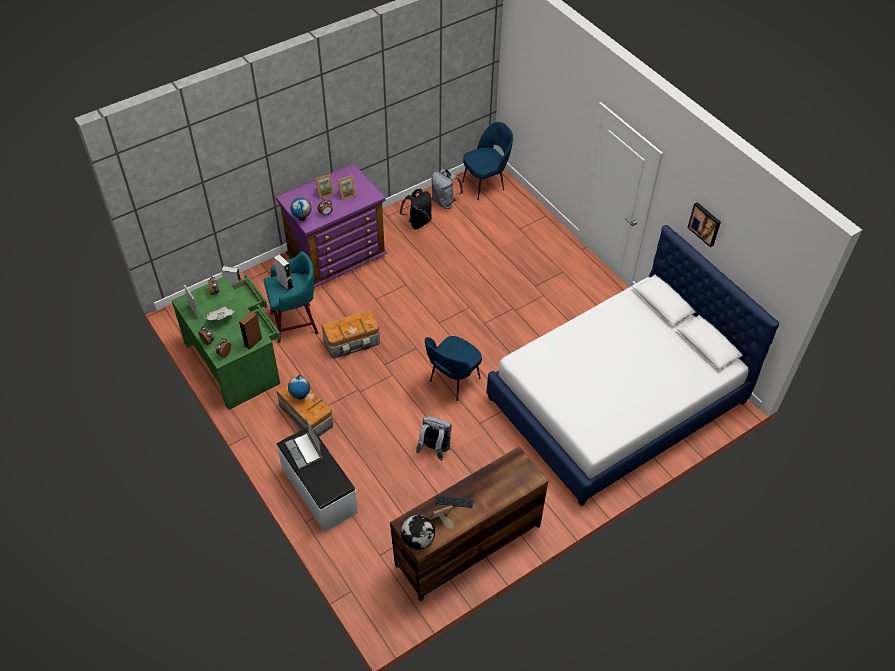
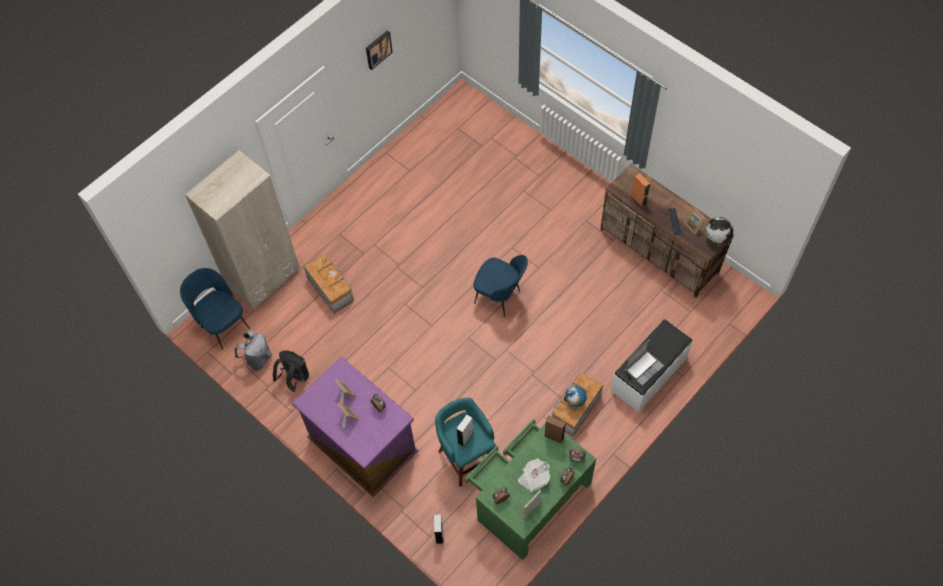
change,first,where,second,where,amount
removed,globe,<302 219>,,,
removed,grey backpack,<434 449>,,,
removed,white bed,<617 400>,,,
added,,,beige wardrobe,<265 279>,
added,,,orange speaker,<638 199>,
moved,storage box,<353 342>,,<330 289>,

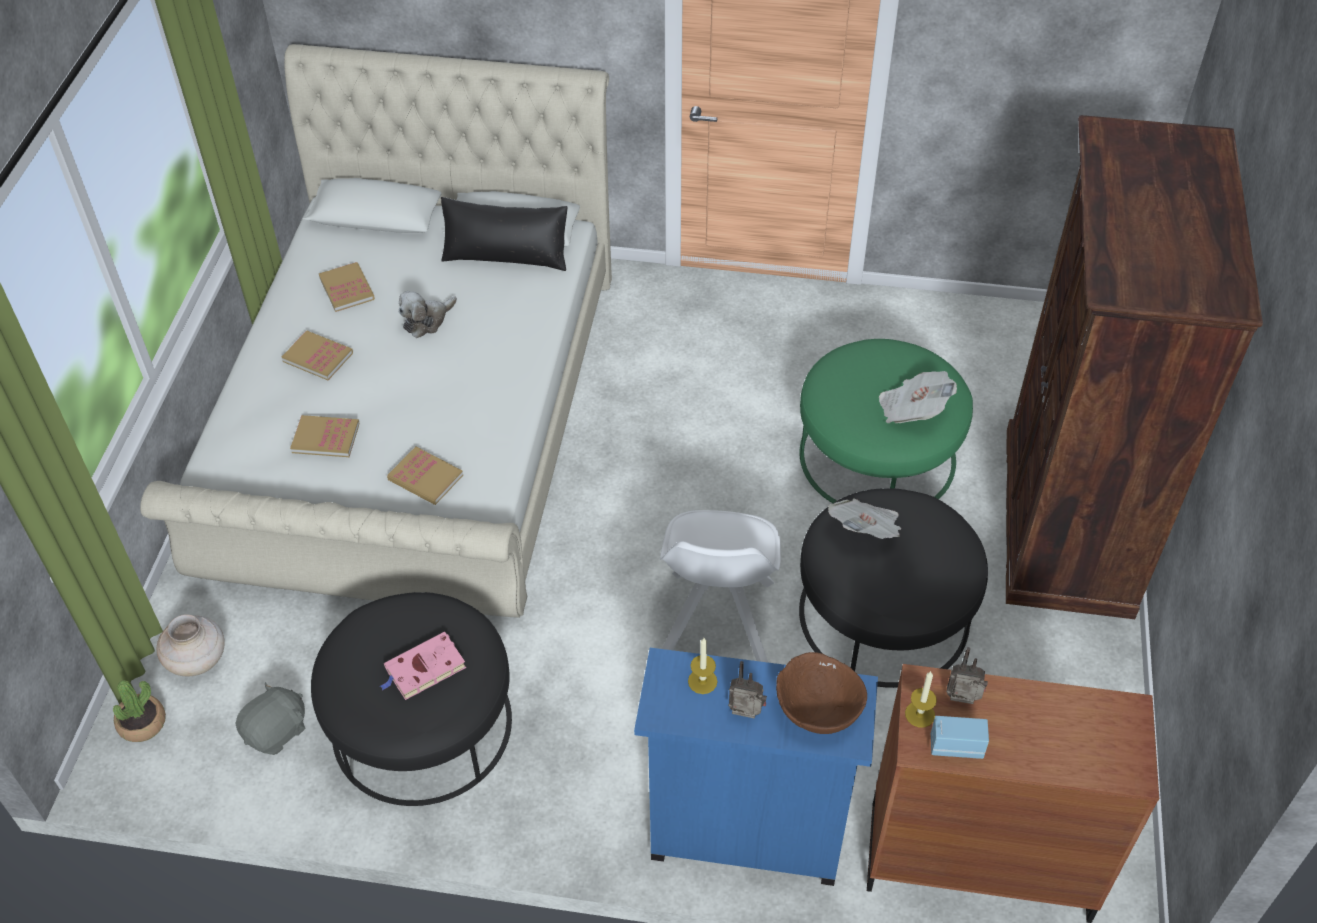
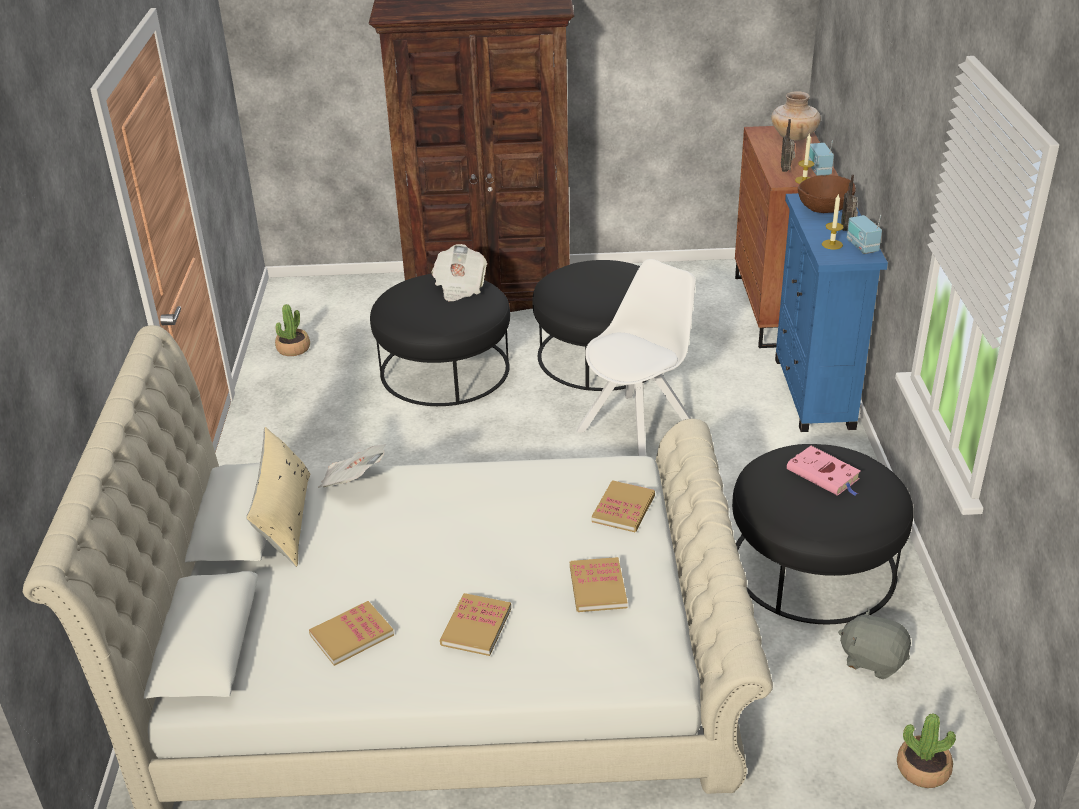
change,first,where,second,where,amount
removed,plush toy,<427 321>,,,
added,,,potted plant,<293 348>,
added,,,radio,<861 246>,
moved,beige vase,<197 660>,,<794 137>,
moved,newspaper,<866 530>,,<353 481>,
recoloured,black pillow,<506 255>,beige pillow,<285 519>,
recoloured,green ottoman,<877 456>,black ottoman,<445 369>,
turned,white chair,<717 620>,,<637 426>,45 degrees counterclockwise

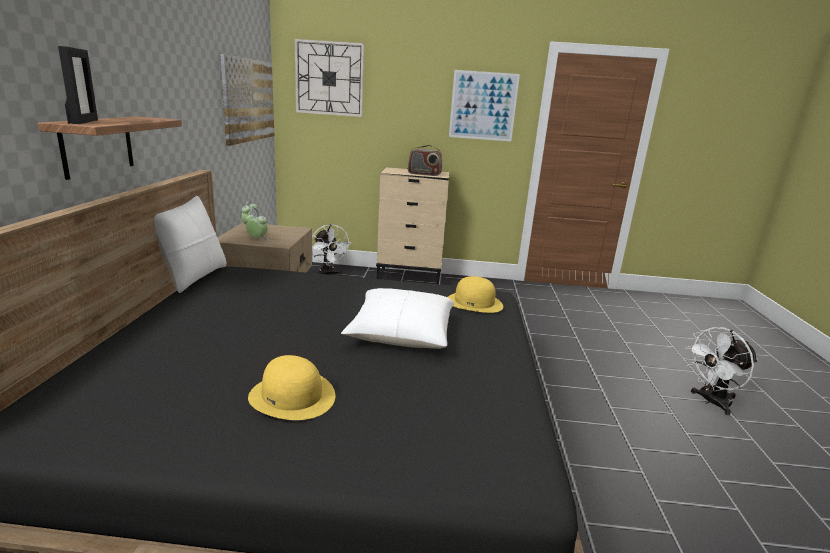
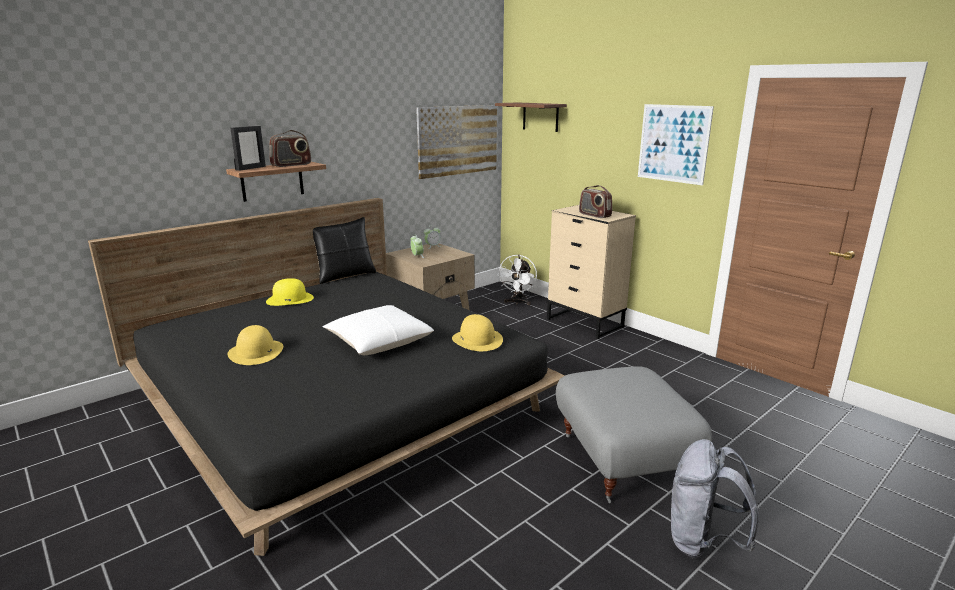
change,first,where,second,where,amount
added,,,yellow hat,<290 299>,
added,,,radio,<291 165>,
added,,,grey ottoman,<624 461>,
replaced,wall clock,<329 78>,brown shelf,<540 117>,
replaced,white fan,<711 402>,grey backpack,<702 542>,
recoloured,white pillow,<193 277>,black pillow,<345 276>,

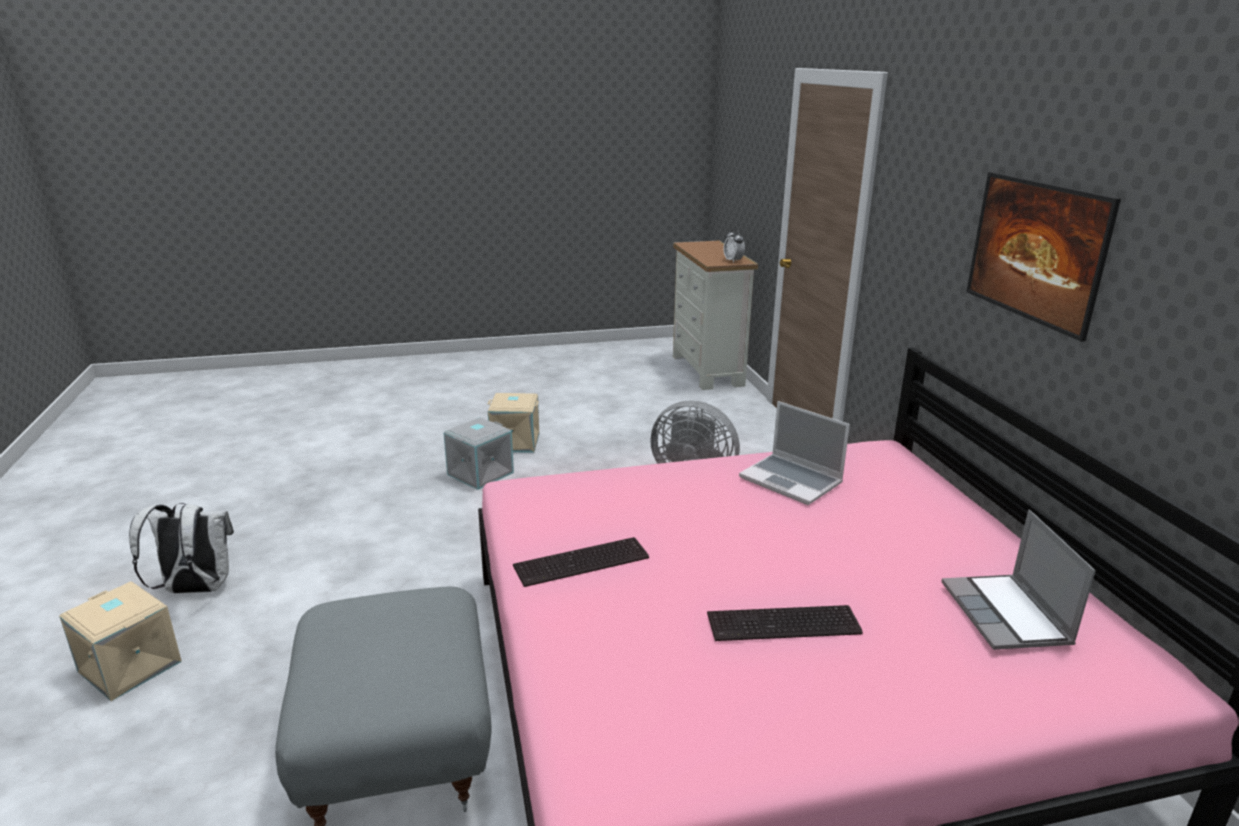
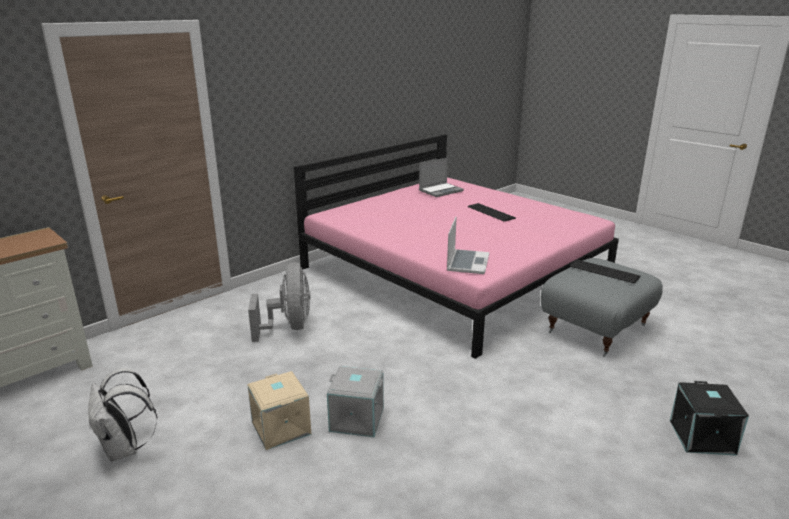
change,first,where,second,where,amount
removed,alarm clock,<733 261>,,,
removed,picture,<1029 283>,,,
moved,white backpack,<195 589>,,<125 449>,
moved,keyboard,<583 562>,,<604 271>,
moved,laptop,<792 481>,,<467 262>,
recoloured,beige storage box,<128 667>,black storage box,<703 437>,

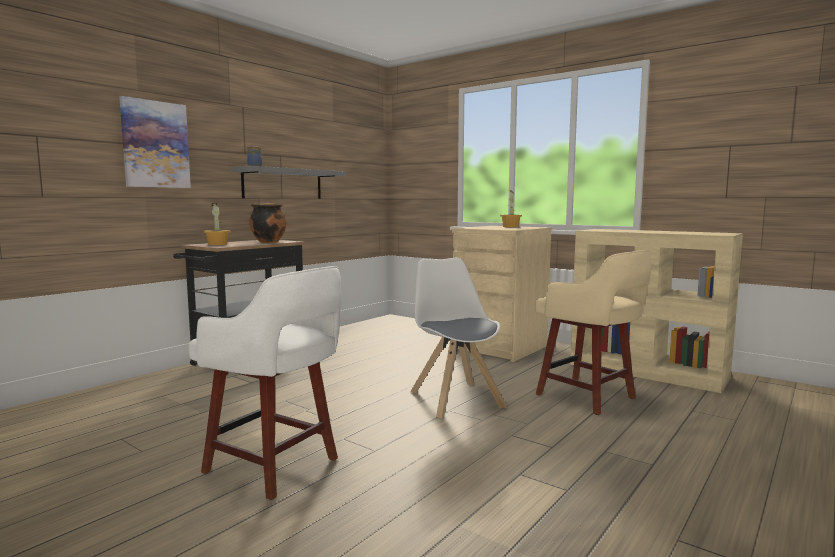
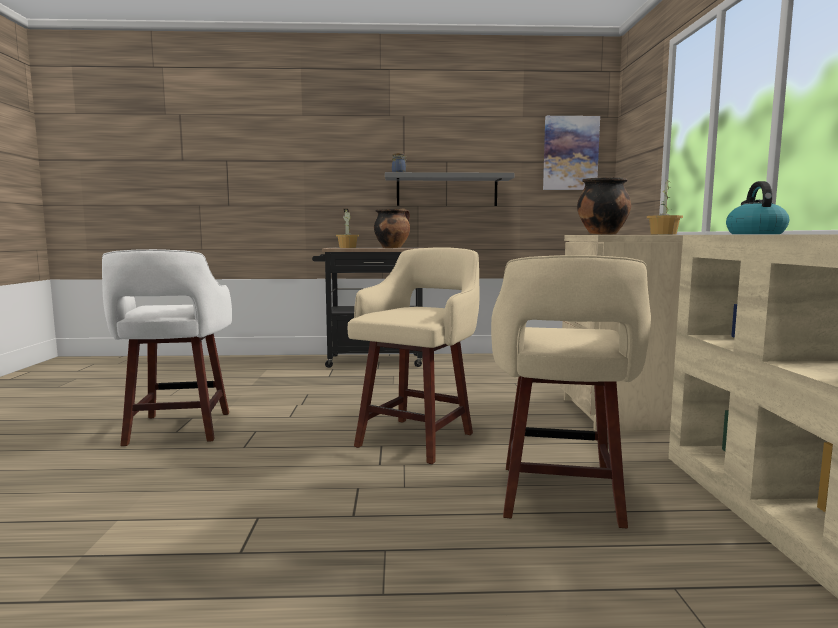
change,first,where,second,where,amount
added,,,cooking pot,<601 234>,
added,,,kettle,<754 234>,
moved,picture,<155 144>,,<570 153>,
replaced,chair,<455 398>,beige stool,<418 438>,

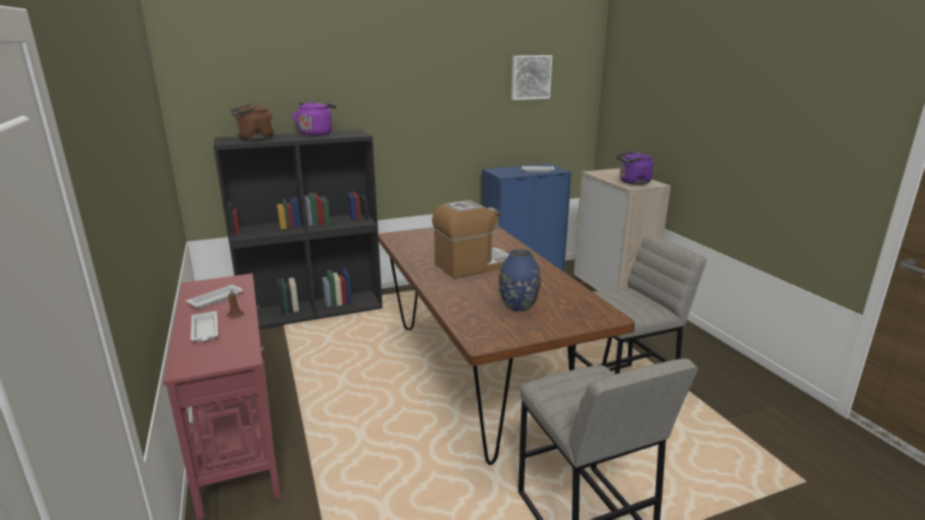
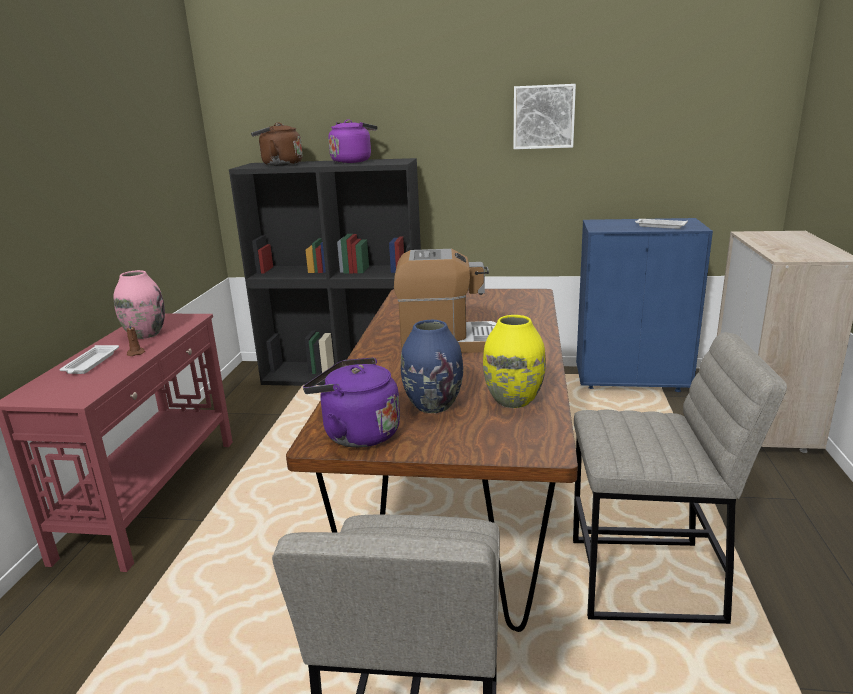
change,first,where,second,where,amount
added,,,yellow vase,<513 400>,
moved,picture,<530 77>,,<543 116>,
moved,purple kettle,<632 182>,,<357 434>,
replaced,white tray,<217 299>,pink vase,<145 334>,

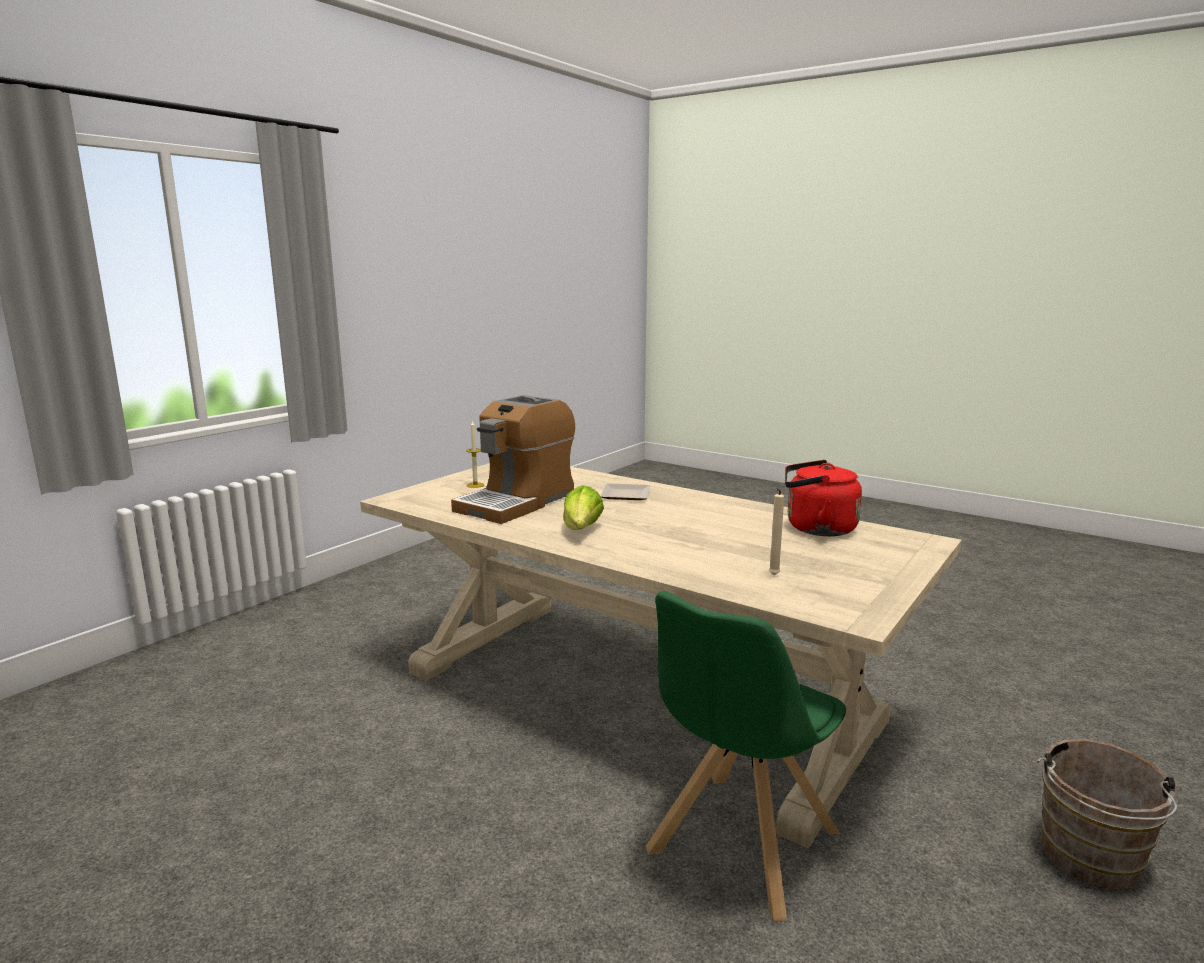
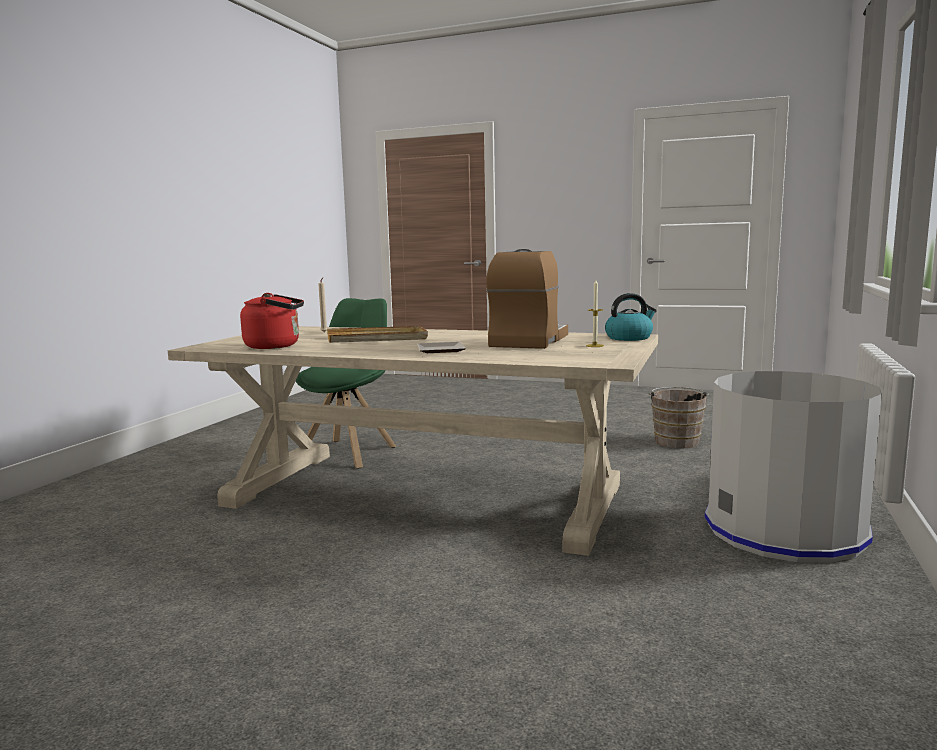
change,first,where,second,where,amount
removed,lettuce,<582 530>,,,
added,,,beige tray,<377 338>,
added,,,kettle,<629 338>,
added,,,grey trash can,<784 530>,
moved,brown bucket,<1090 862>,,<676 441>,

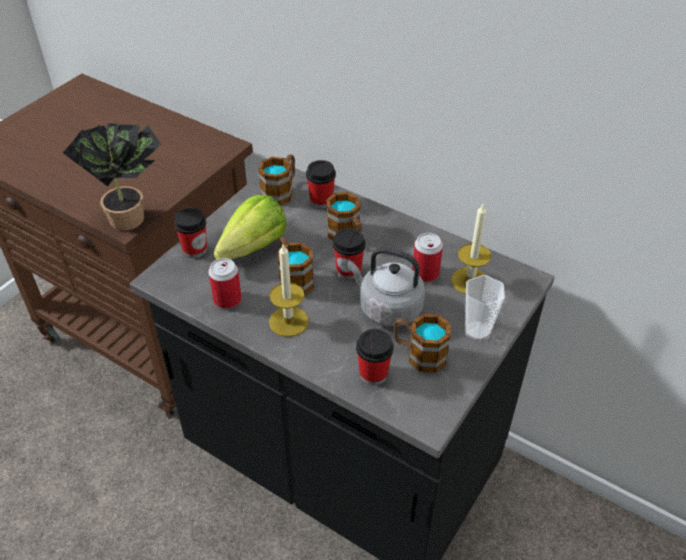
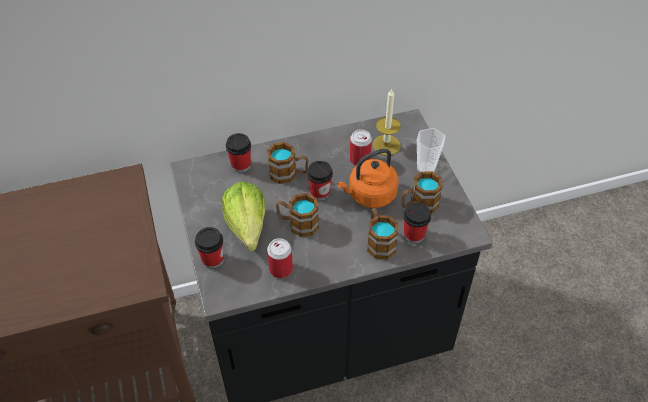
change,first,where,second,where,amount
removed,potted plant,<131 216>,,,
removed,candle,<288 321>,,,
moved,mug,<281 191>,,<379 242>,
recoloured,grey kettle,<387 308>,orange kettle,<369 195>,

